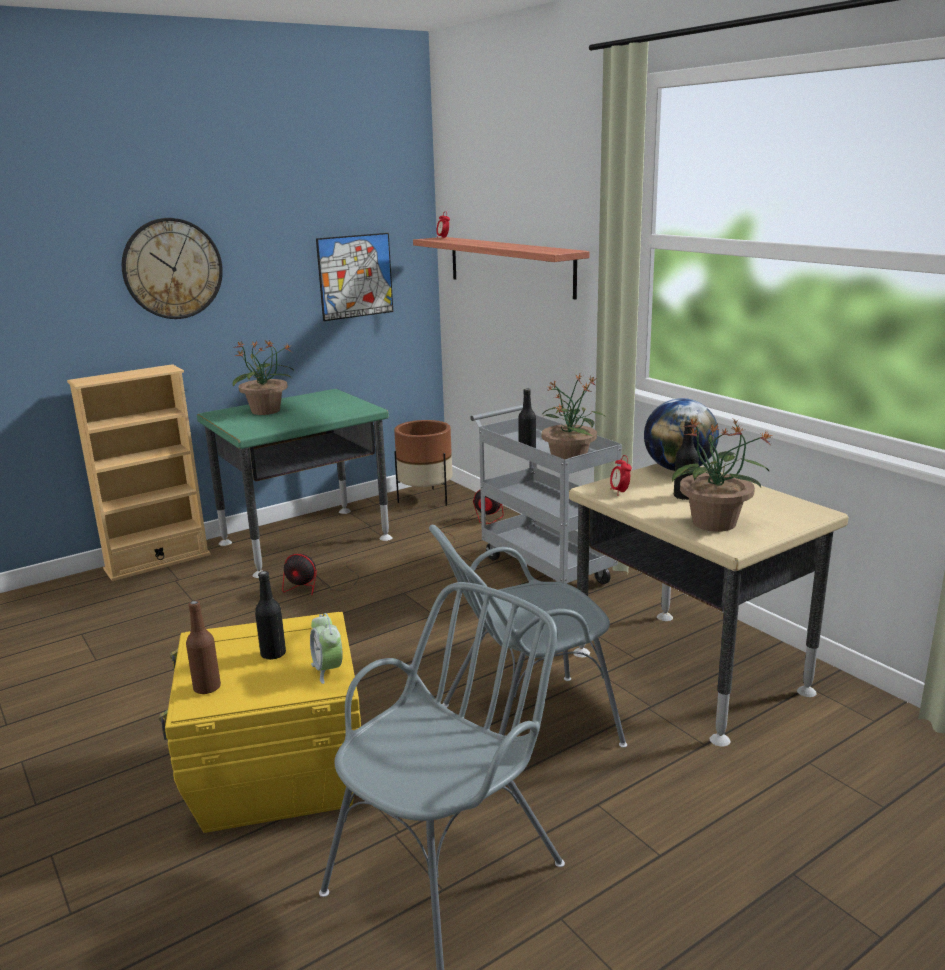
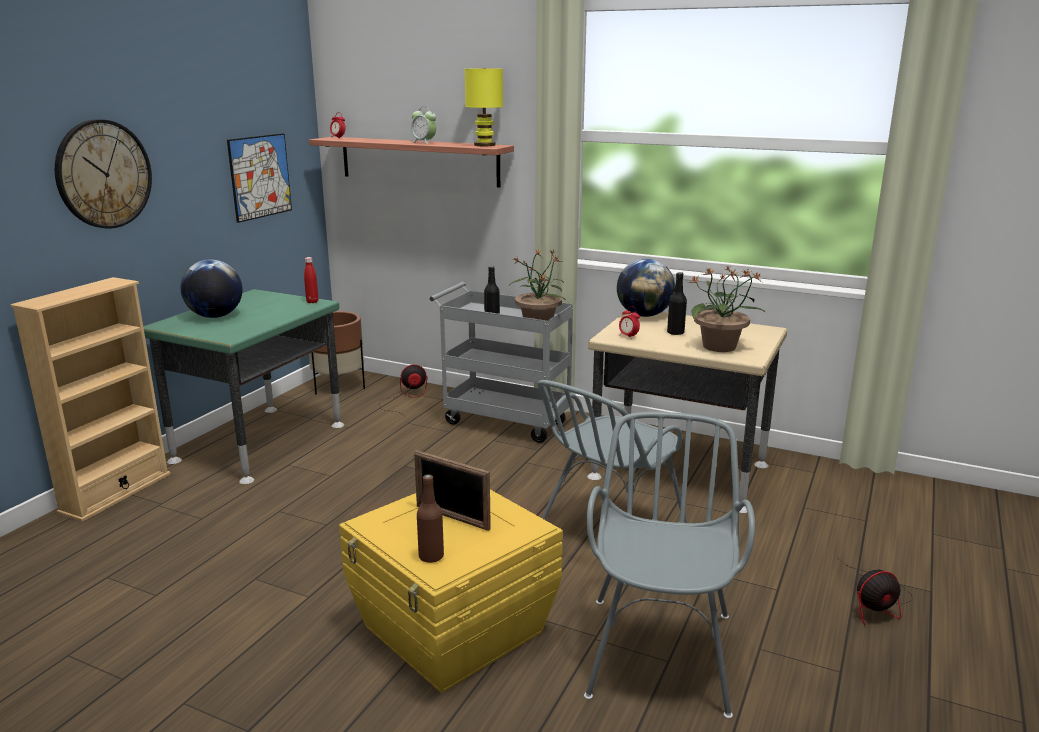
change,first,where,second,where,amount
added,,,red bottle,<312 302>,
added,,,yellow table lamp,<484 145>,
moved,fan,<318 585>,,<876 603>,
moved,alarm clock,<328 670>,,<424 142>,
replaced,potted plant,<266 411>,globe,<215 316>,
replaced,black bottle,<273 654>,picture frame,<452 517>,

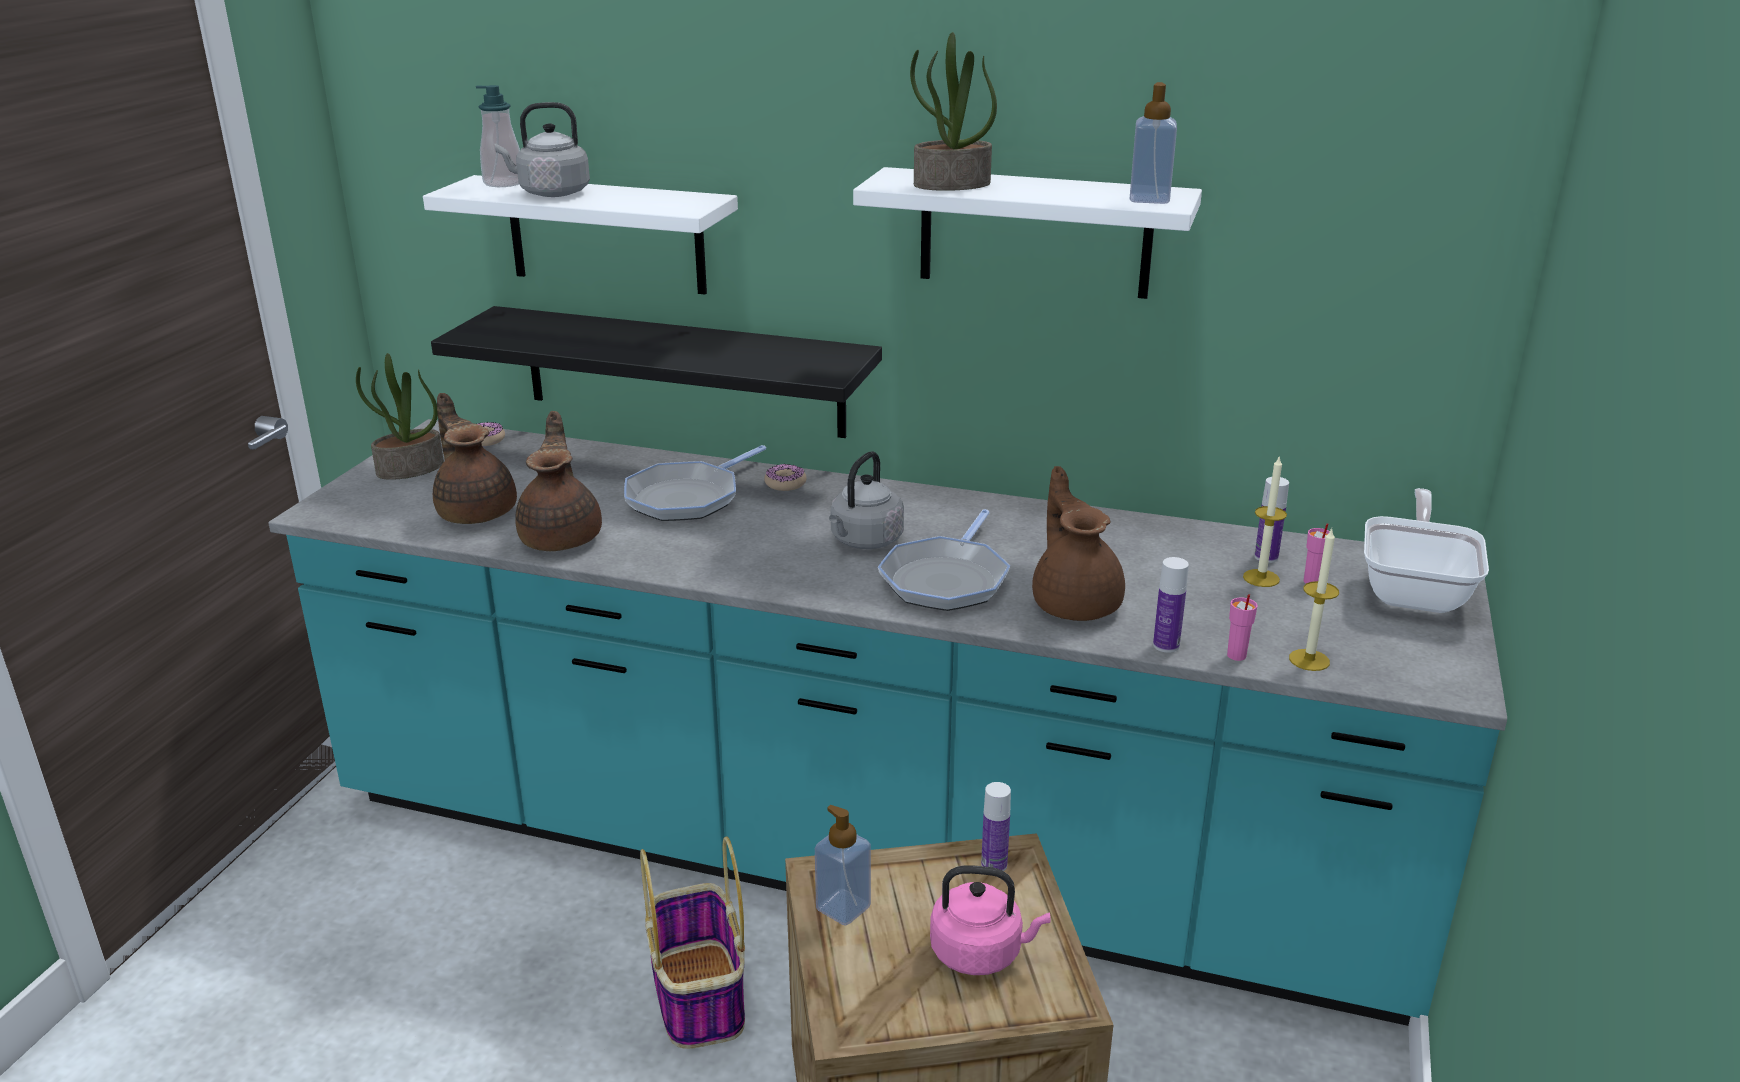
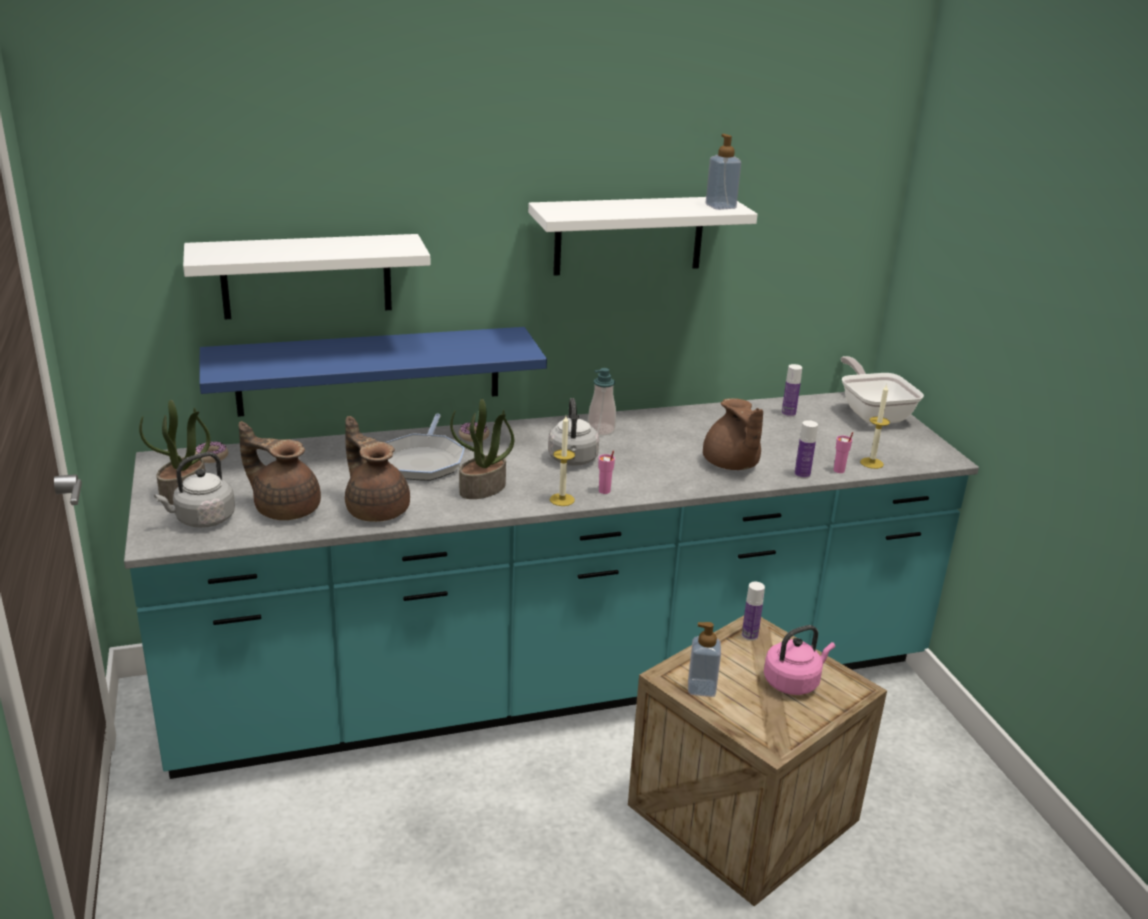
change,first,where,second,where,amount
removed,basket,<698 994>,,,
removed,frying pan,<946 579>,,,
moved,soap dispenser,<503 183>,,<601 430>,
moved,grey kettle,<550 193>,,<202 520>,
moved,potted plant,<951 185>,,<482 489>,
moved,candle,<1261 578>,,<562 500>,
moved,pink cup,<1312 582>,,<604 491>,
recoloured,black shelf,<683 371>,blue shelf,<370 371>,
turned,brown teapot,<1075 603>,,<731 464>,150 degrees counterclockwise

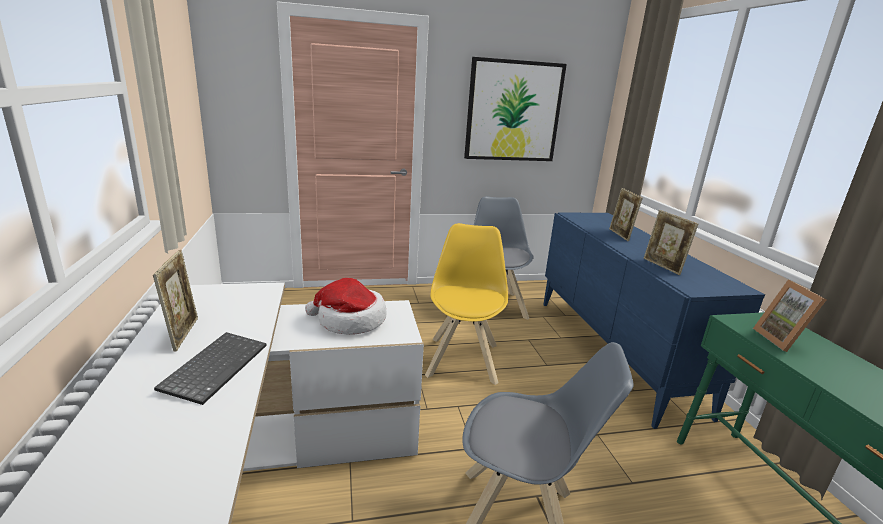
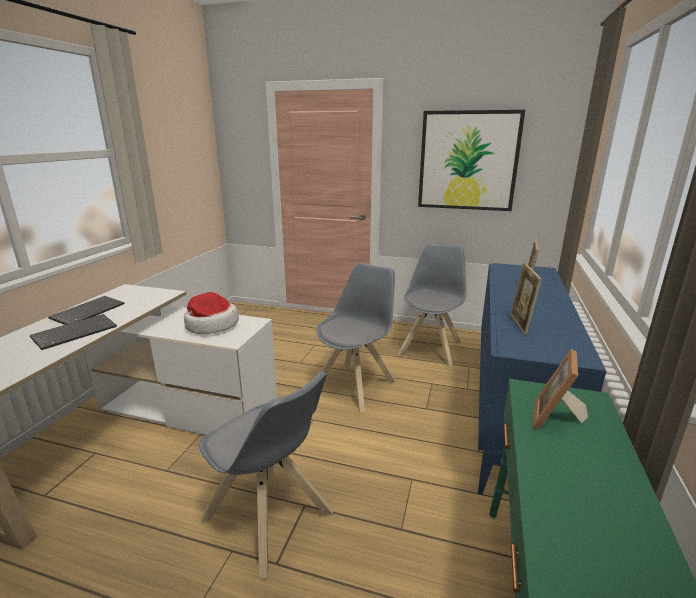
change,first,where,second,where,amount
replaced,picture frame,<183 334>,keyboard,<88 311>,
recoloured,yellow chair,<463 358>,grey chair,<355 385>,

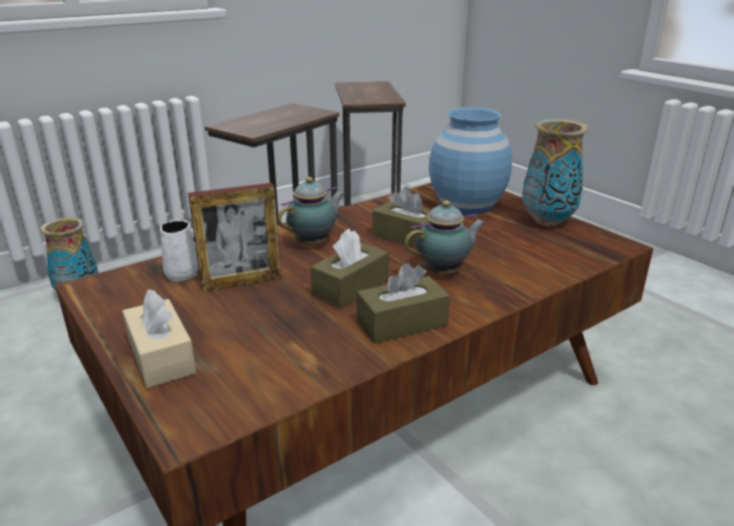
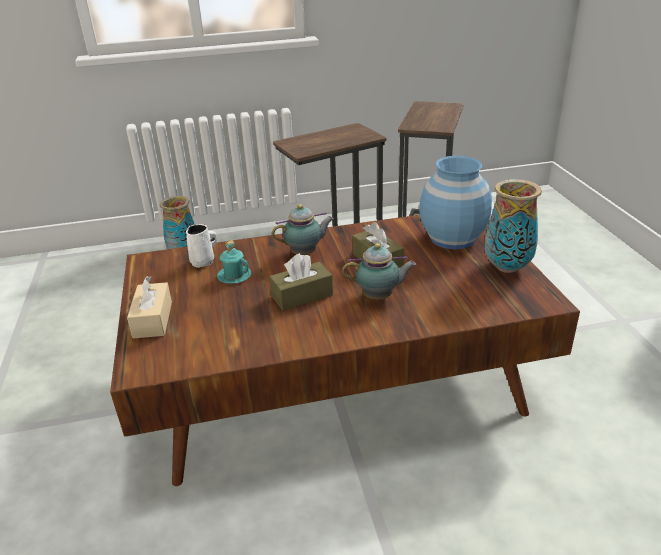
change,first,where,second,where,amount
removed,brown tissue box,<402 323>,,,
replaced,picture frame,<241 282>,turquoise mug,<234 276>,

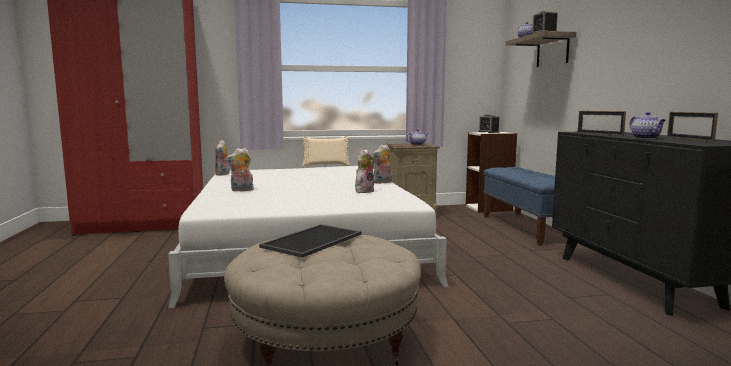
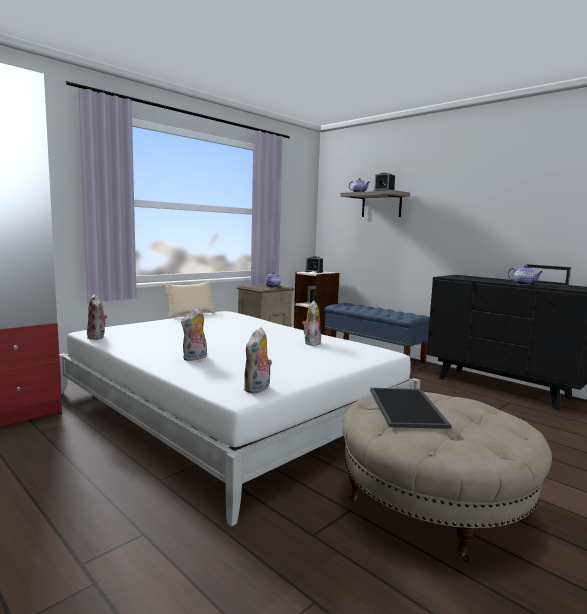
change,first,where,second,where,amount
removed,picture frame,<599 134>,,,
moved,plush toy,<383 182>,,<258 389>,

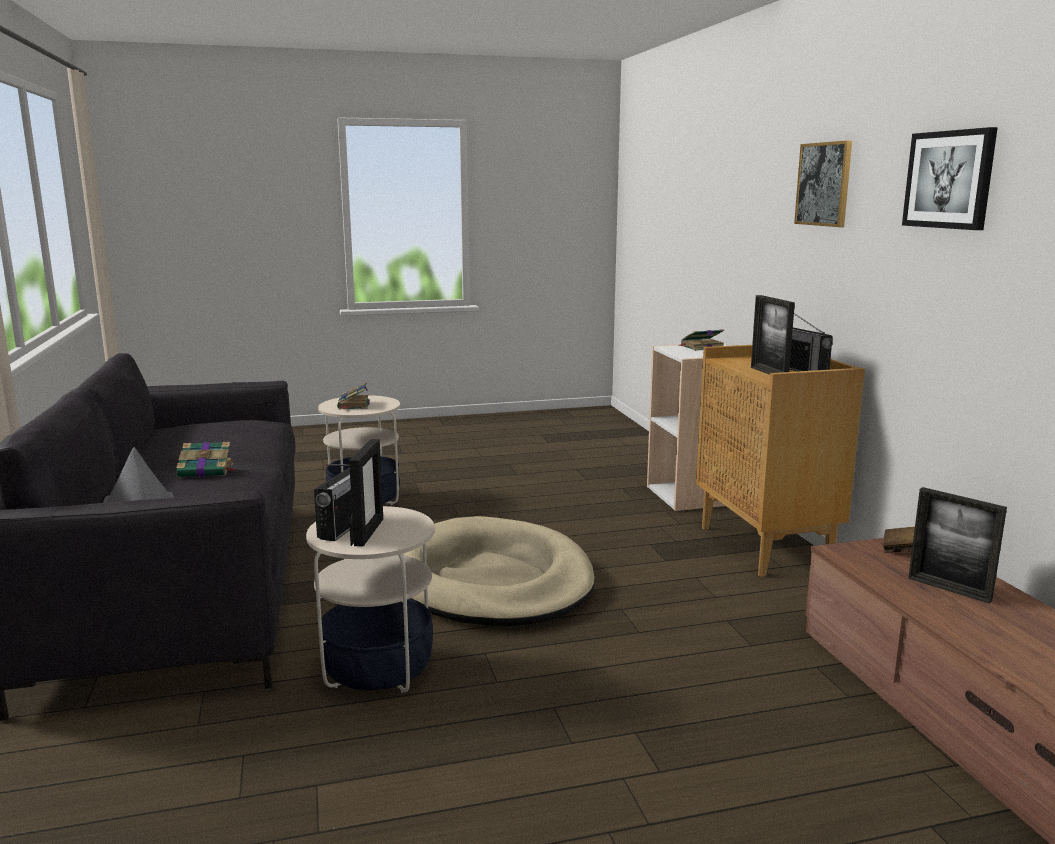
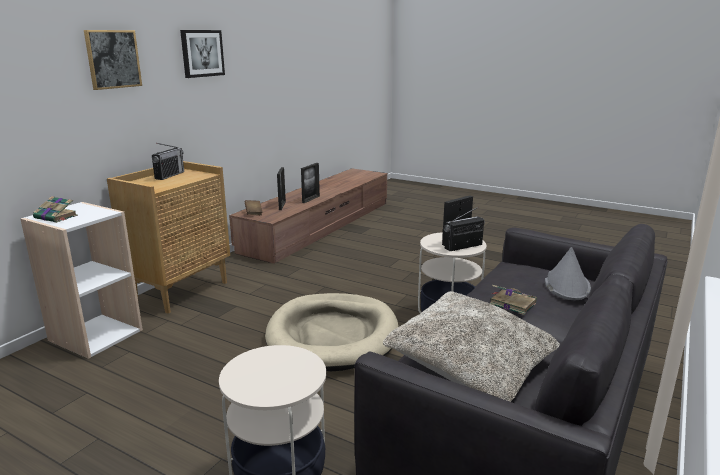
change,first,where,second,where,amount
removed,book,<354 405>,,,
added,,,beige pillow,<472 363>,
moved,picture frame,<769 373>,,<311 199>,

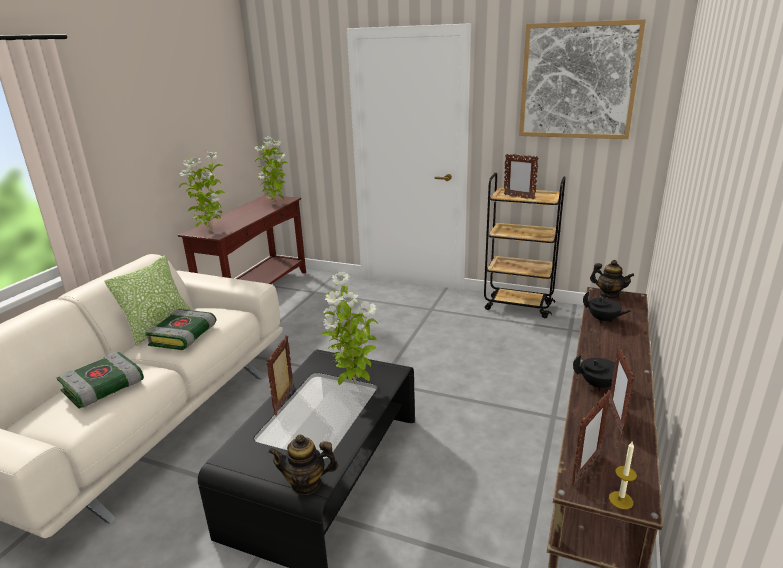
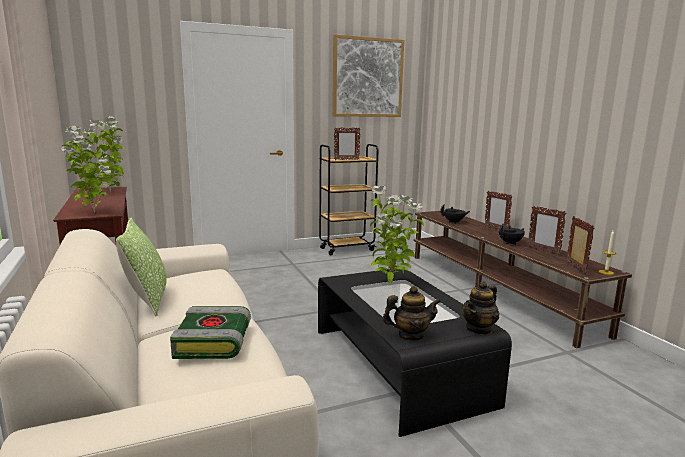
change,first,where,second,where,amount
removed,book,<183 336>,,,
moved,picture frame,<285 401>,,<496 229>,
moved,teapot,<609 294>,,<410 335>,

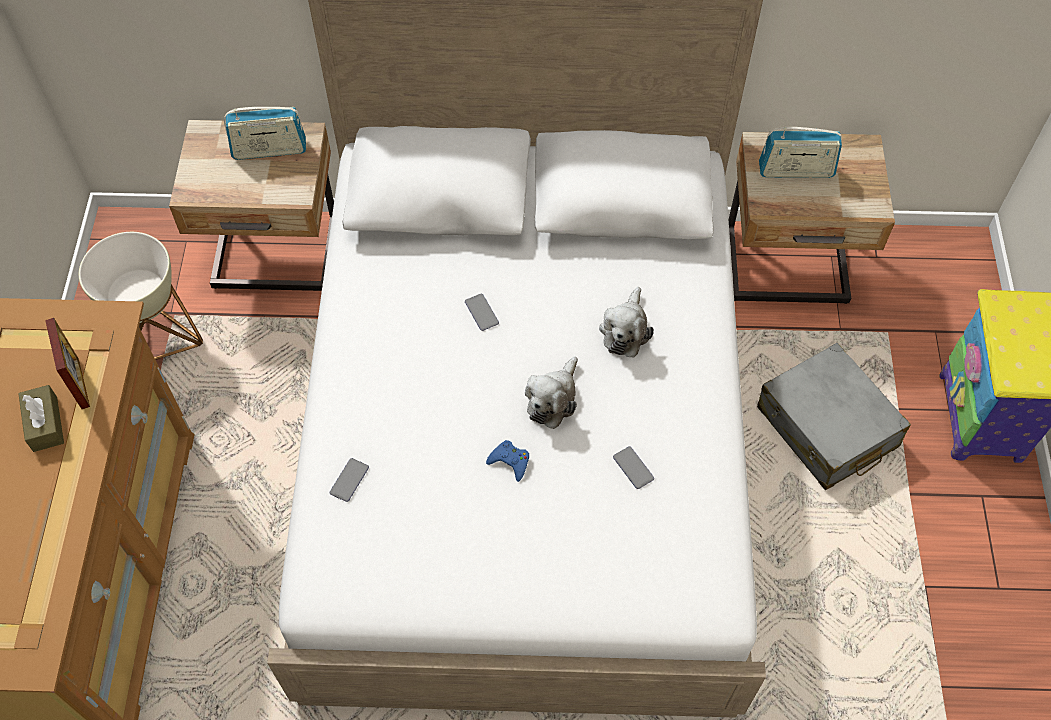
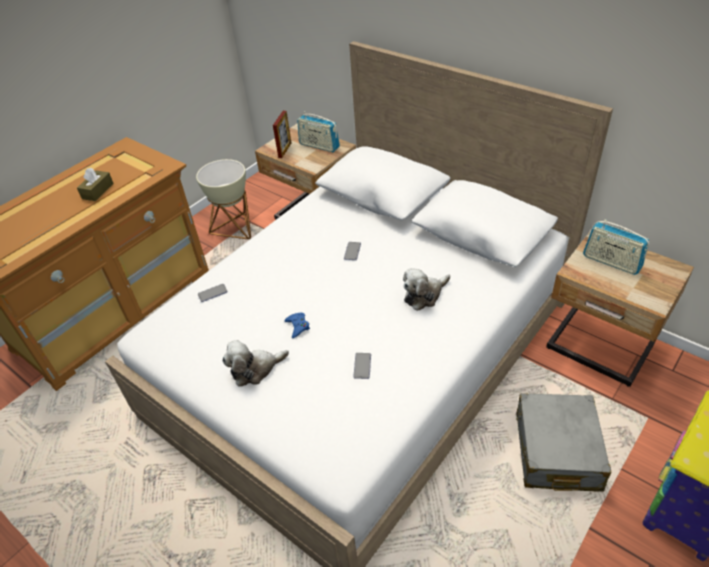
change,first,where,second,where,amount
moved,picture frame,<80 383>,,<285 150>,
moved,plush toy,<553 399>,,<255 369>,

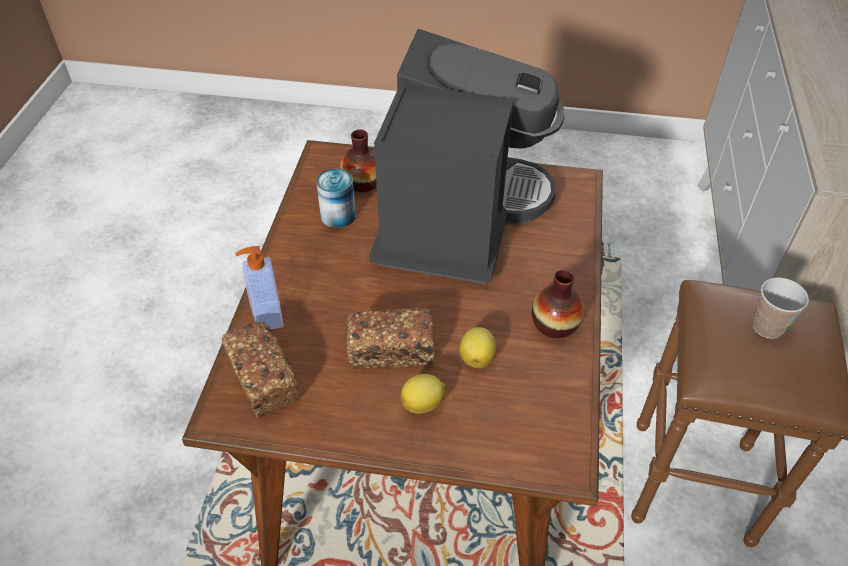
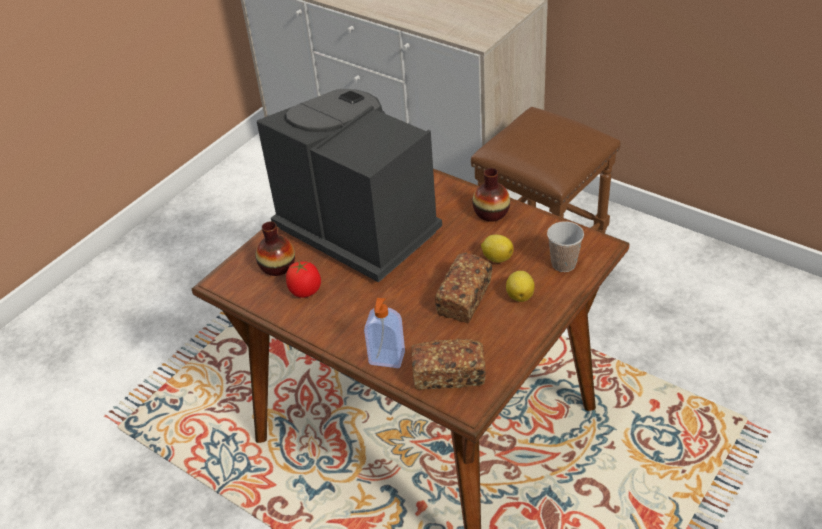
change,first,where,second,where,amount
moved,cup,<767 327>,,<563 264>,
replaced,can,<338 216>,tomato,<305 291>,

